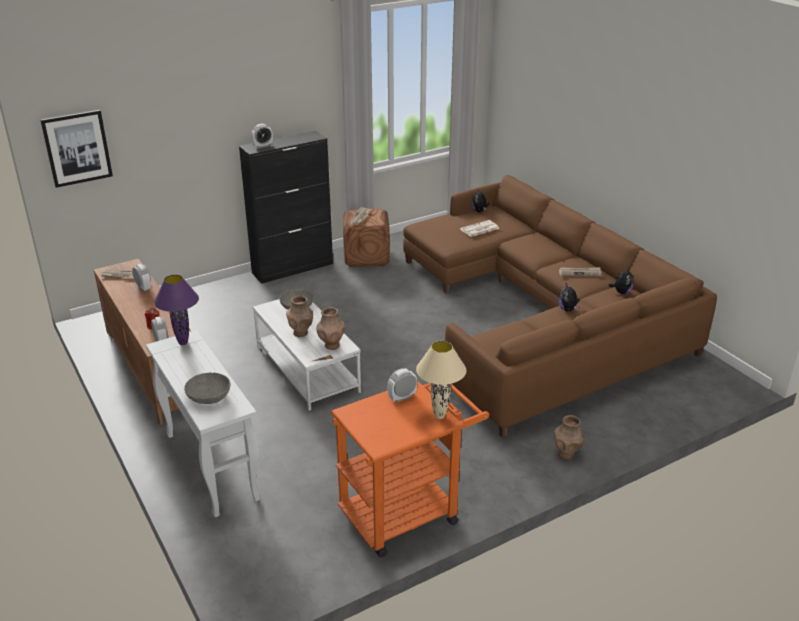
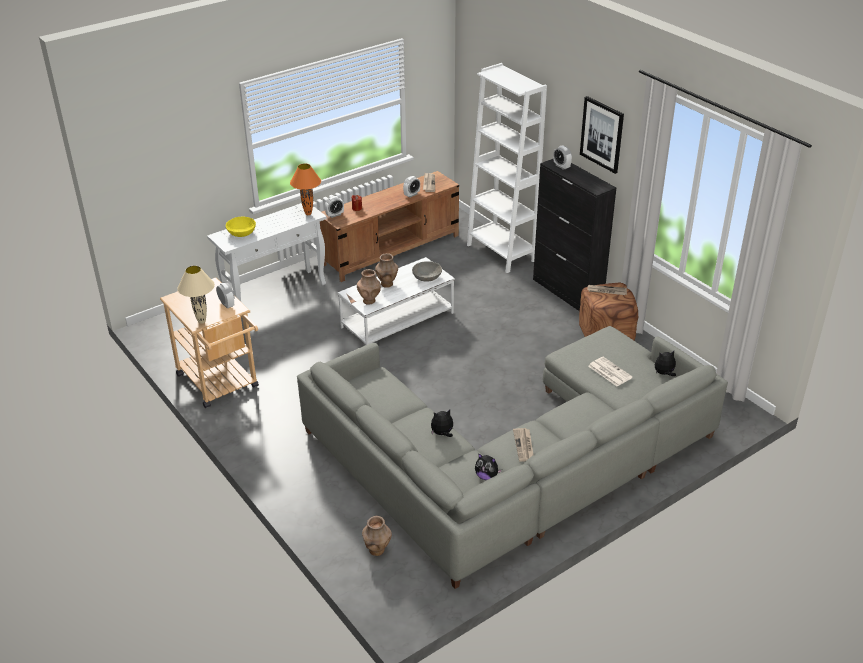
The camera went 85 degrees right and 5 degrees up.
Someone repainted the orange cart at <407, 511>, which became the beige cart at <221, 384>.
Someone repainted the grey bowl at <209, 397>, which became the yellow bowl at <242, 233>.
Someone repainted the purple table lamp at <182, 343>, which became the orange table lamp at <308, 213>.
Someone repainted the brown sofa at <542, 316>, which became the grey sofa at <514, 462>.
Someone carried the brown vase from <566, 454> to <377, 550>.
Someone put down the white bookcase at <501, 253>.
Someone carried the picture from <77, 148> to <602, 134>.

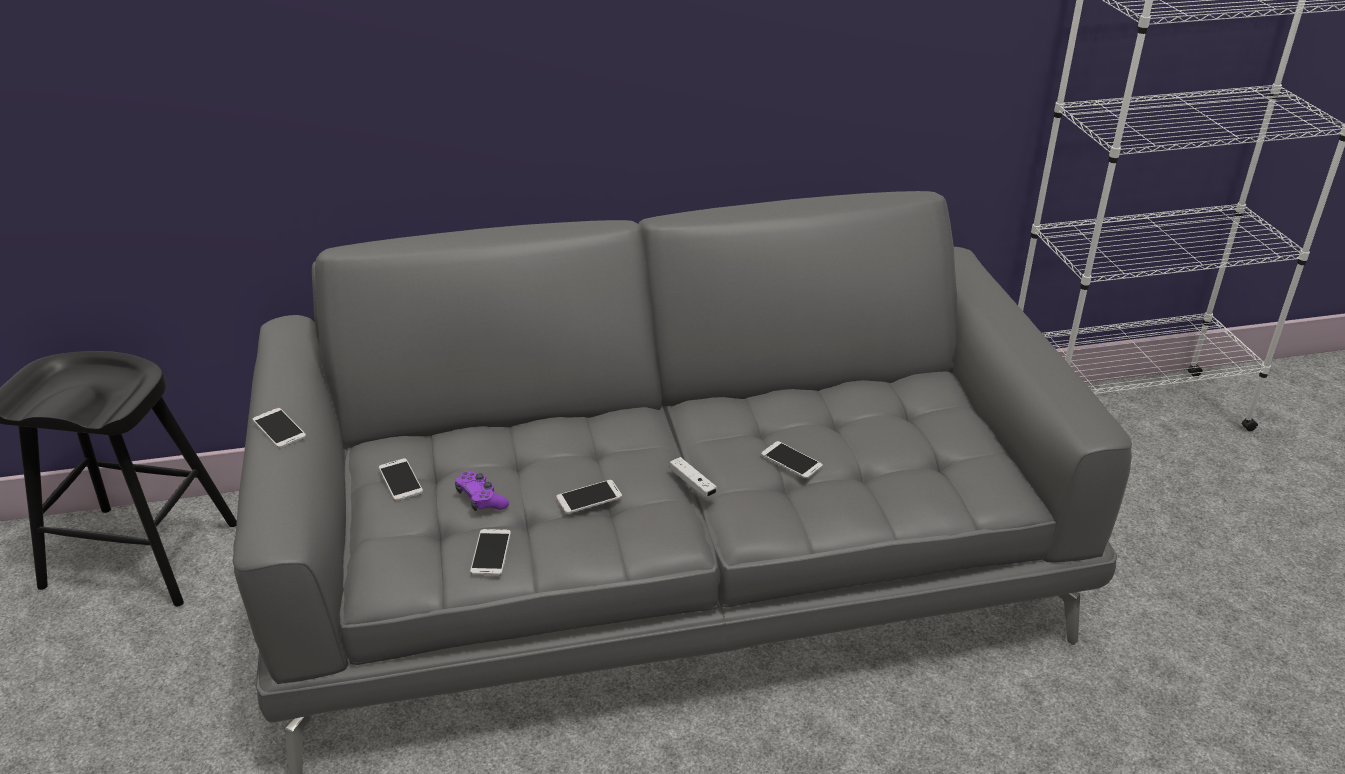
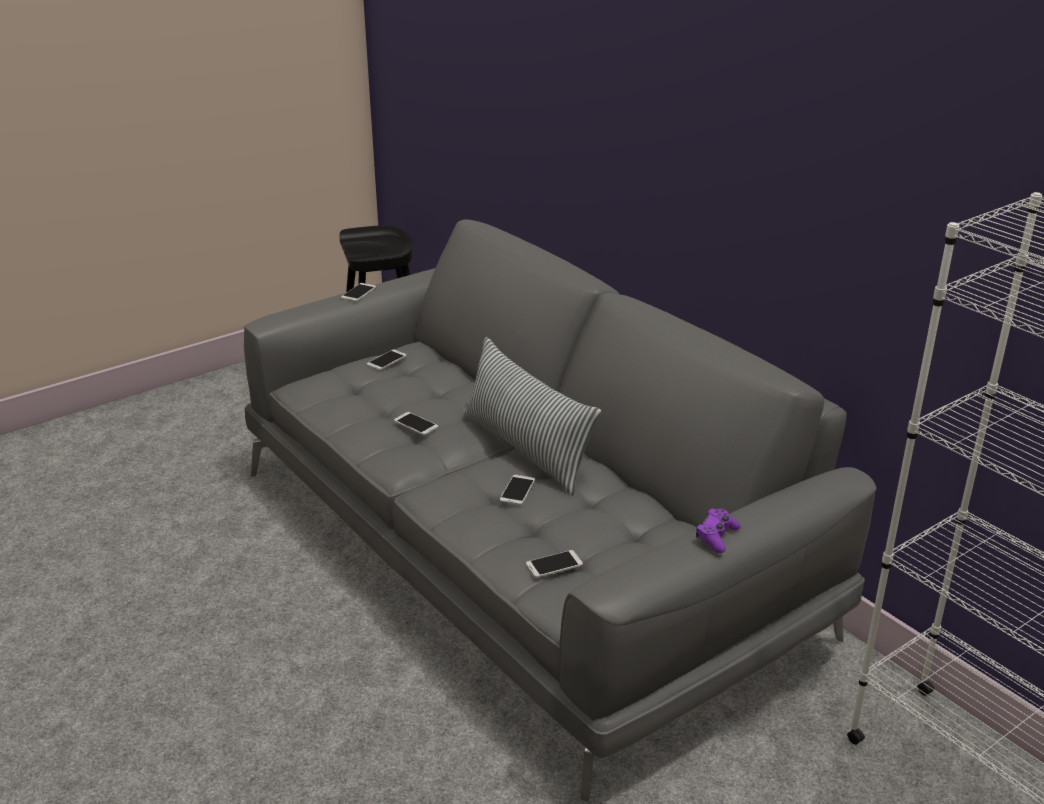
The camera went 65 degrees right and 5 degrees down.
Someone put down the pillow at <526, 449>.
Someone carried the phone from <491, 552> to <554, 564>.
Someone carried the purple game controller from <481, 499> to <716, 537>.
Someone took away the white game controller at <692, 483>.

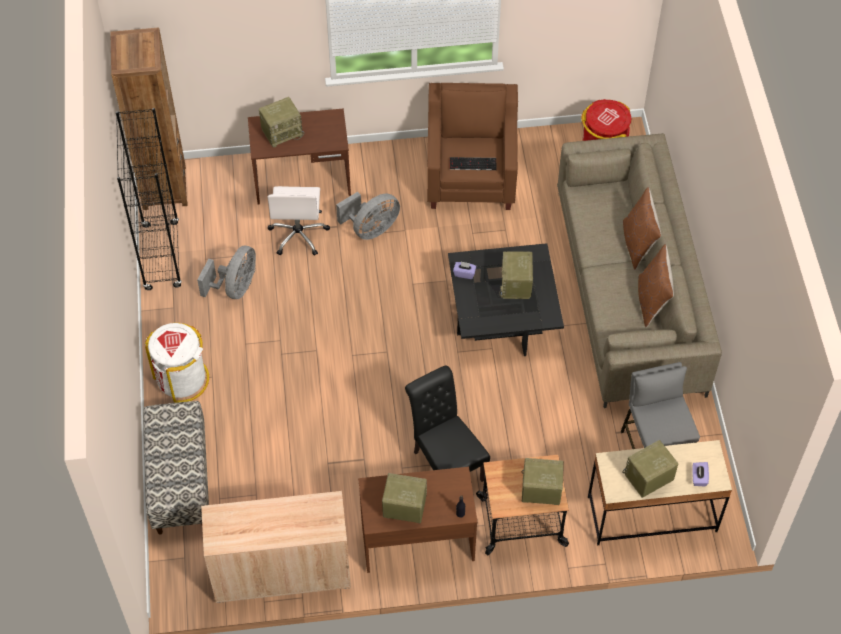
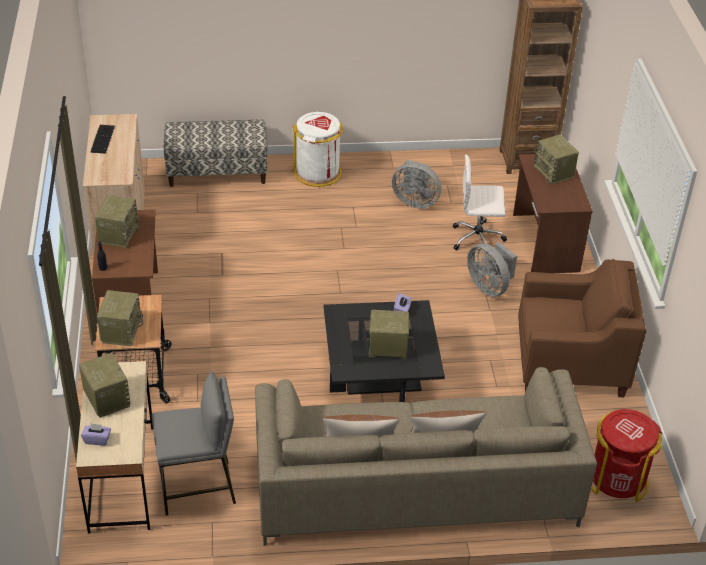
The camera went 90 degrees right and 15 degrees down.
Someone carried the keyboard from <472, 164> to <102, 139>.
Someone took away the black bookcase at <161, 256>.
Someone took away the black chair at <445, 462>.

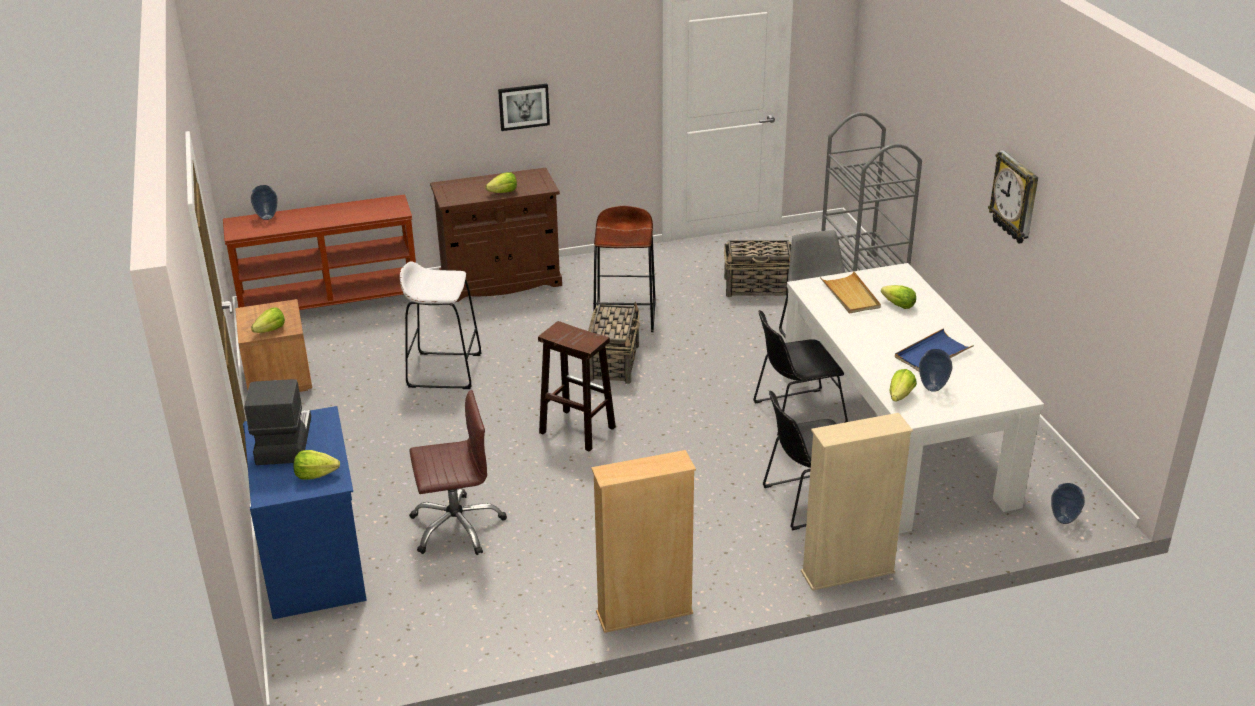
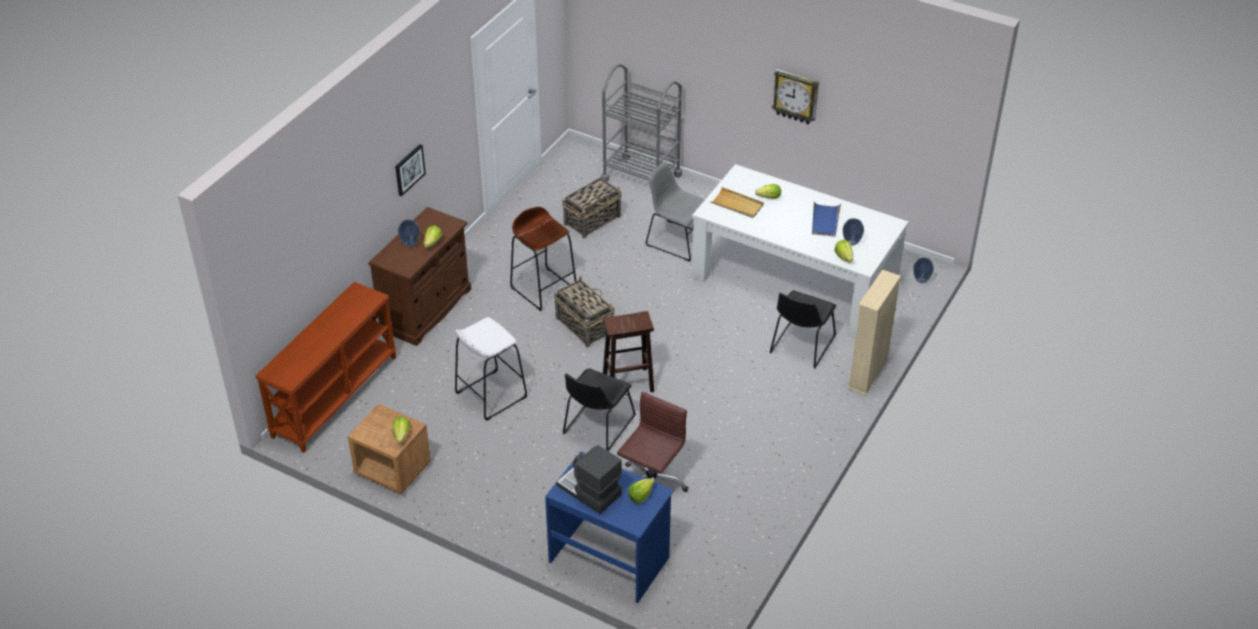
The camera went 45 degrees left and 10 degrees up.
Someone carried the vase from <267, 217> to <409, 244>.
Someone carried the black chair from <795, 414> to <597, 427>.
Someone took away the beige bookcase at <644, 613>.

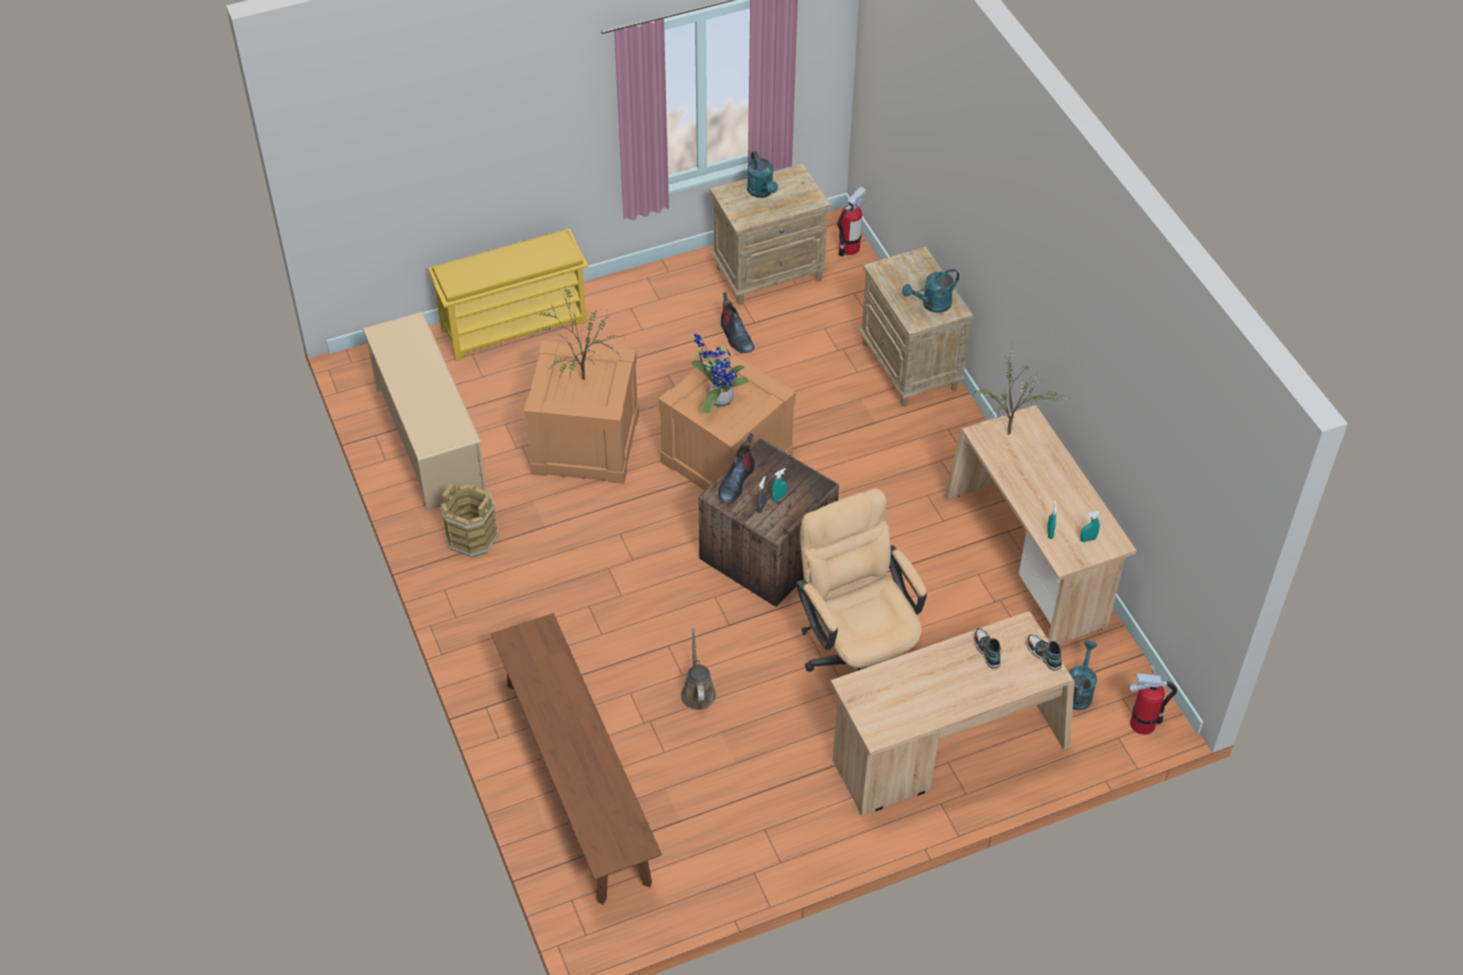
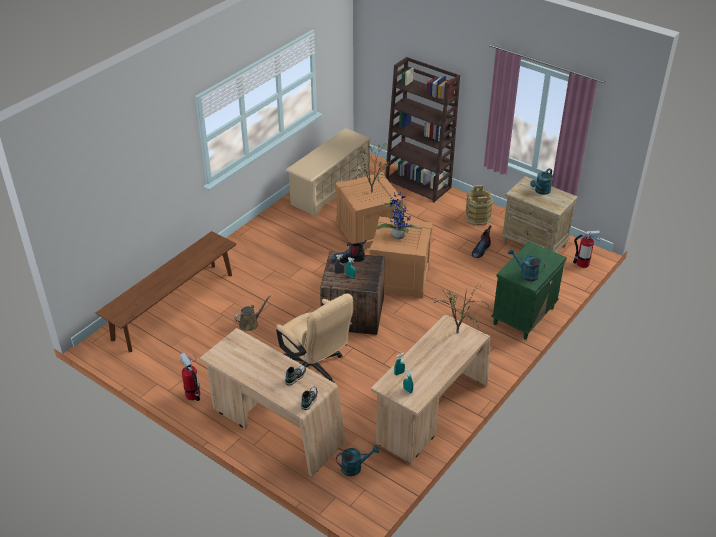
The camera went 60 degrees right and 10 degrees down.
Someone carried the fire extinguisher from <1143, 723> to <193, 394>.
Someone rotated the beige office chair at <857, 654> by 105 degrees clockwise.
Someone swapped the yellow shoe rack at <515, 325> for the brown bookcase at <418, 184>.
Someone carried the brown bucket from <472, 537> to <478, 218>.
Someone repainted the beige nightstand at <910, 367>, which became the green nightstand at <523, 316>.

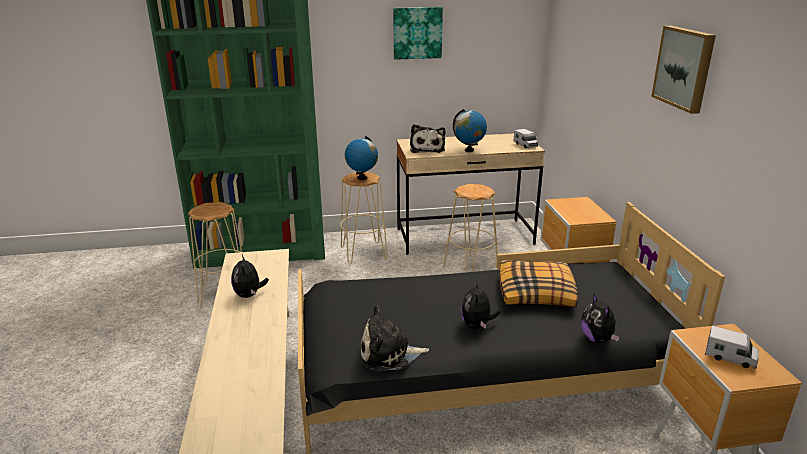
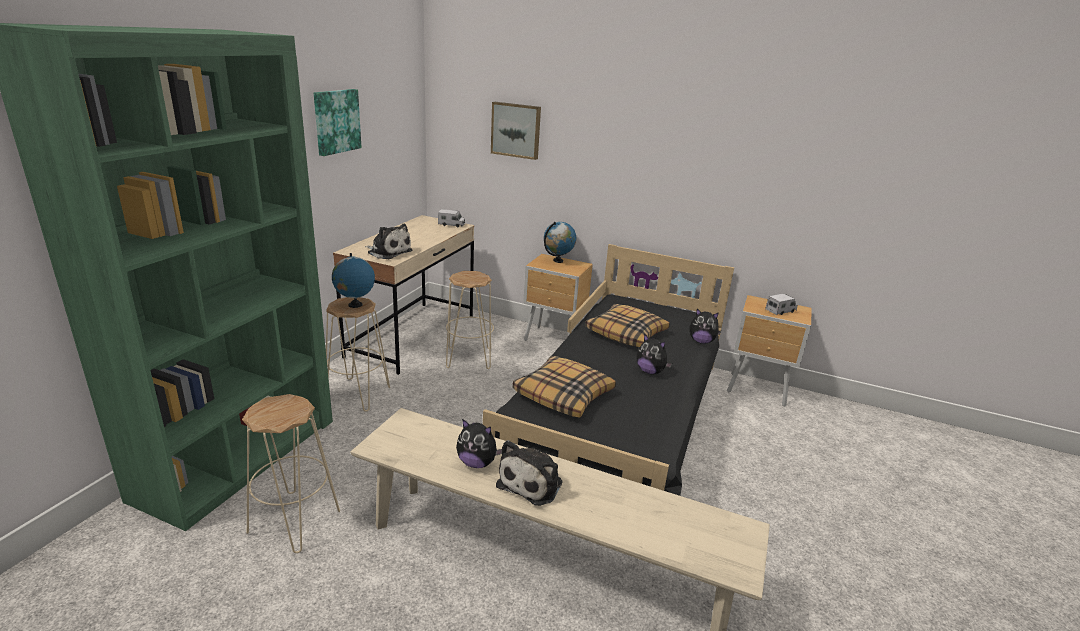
The camera went 60 degrees left and 0 degrees up.
Someone carried the picture from <685, 68> to <516, 130>.
Someone carried the plush toy from <389, 354> to <532, 482>.
Someone put down the pillow at <564, 395>.
Someone carried the globe from <469, 150> to <558, 261>.

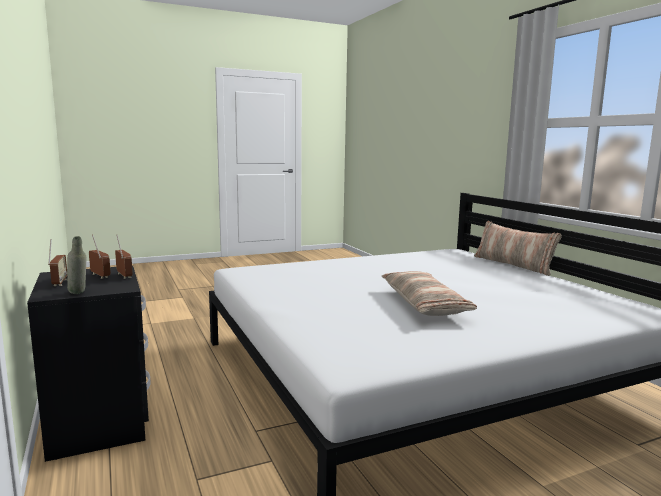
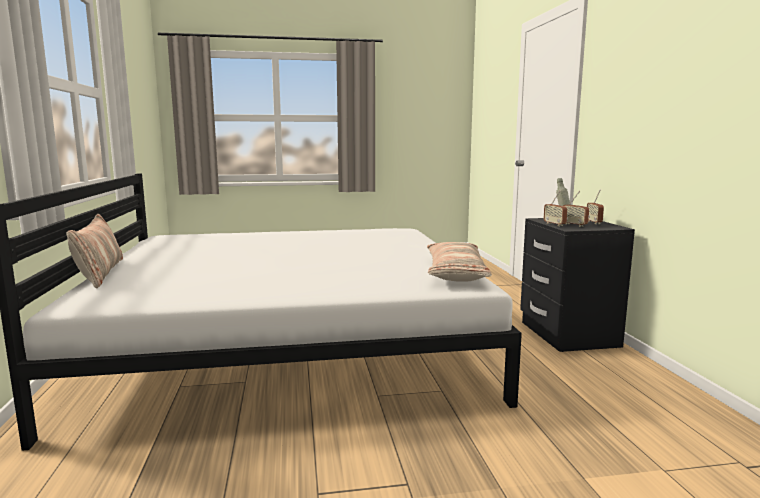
The camera went 165 degrees left and 0 degrees up.
Someone carried the pillow from <424, 304> to <455, 273>.

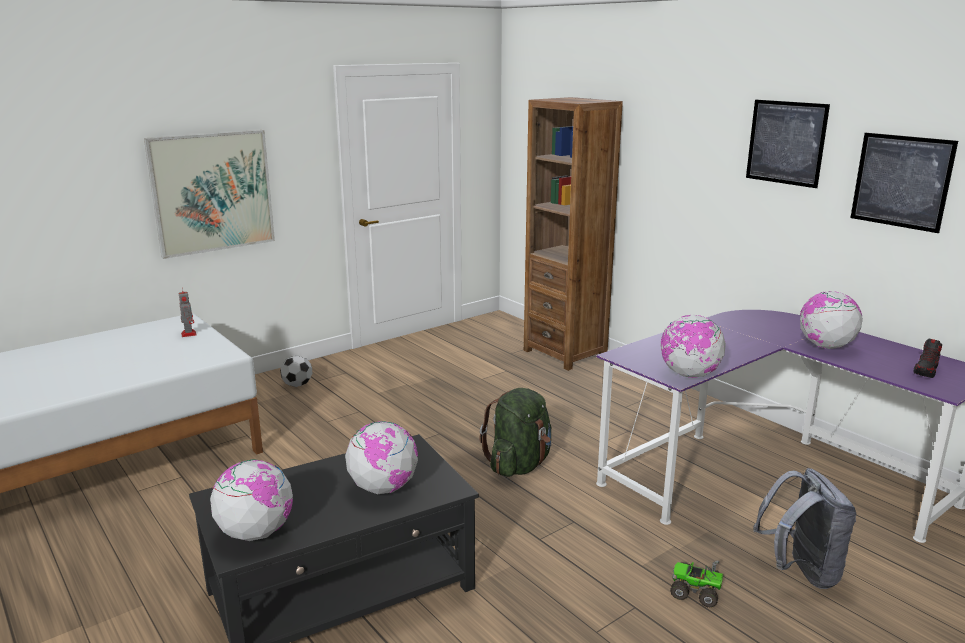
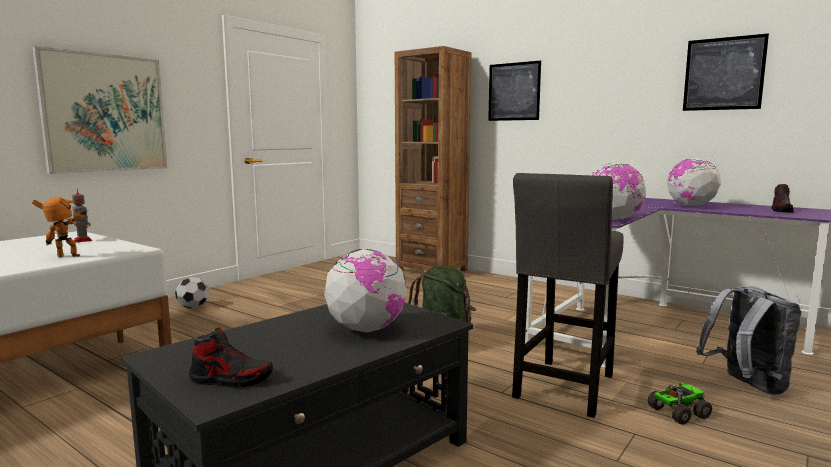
The camera went 15 degrees left and 10 degrees down.
Someone put down the toy robot at <67, 257>.
Someone swapped the globe at <255, 533> for the shoe at <231, 379>.
Someone carried the picture from <786, 142> to <514, 91>.
Someone put down the grey stool at <563, 389>.
Someone rotated the toy truck at <696, 592> by 150 degrees clockwise.

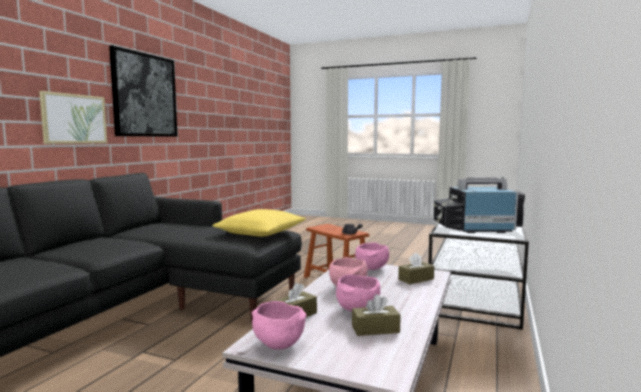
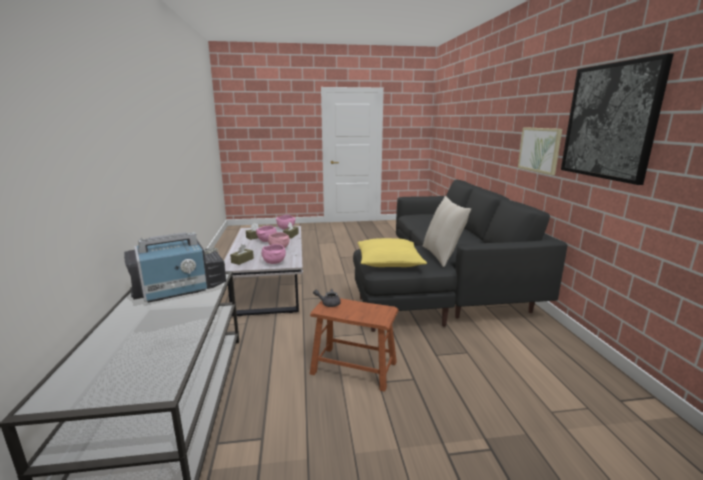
The camera went 150 degrees right and 10 degrees up.
Someone put down the beige pillow at <442, 256>.

